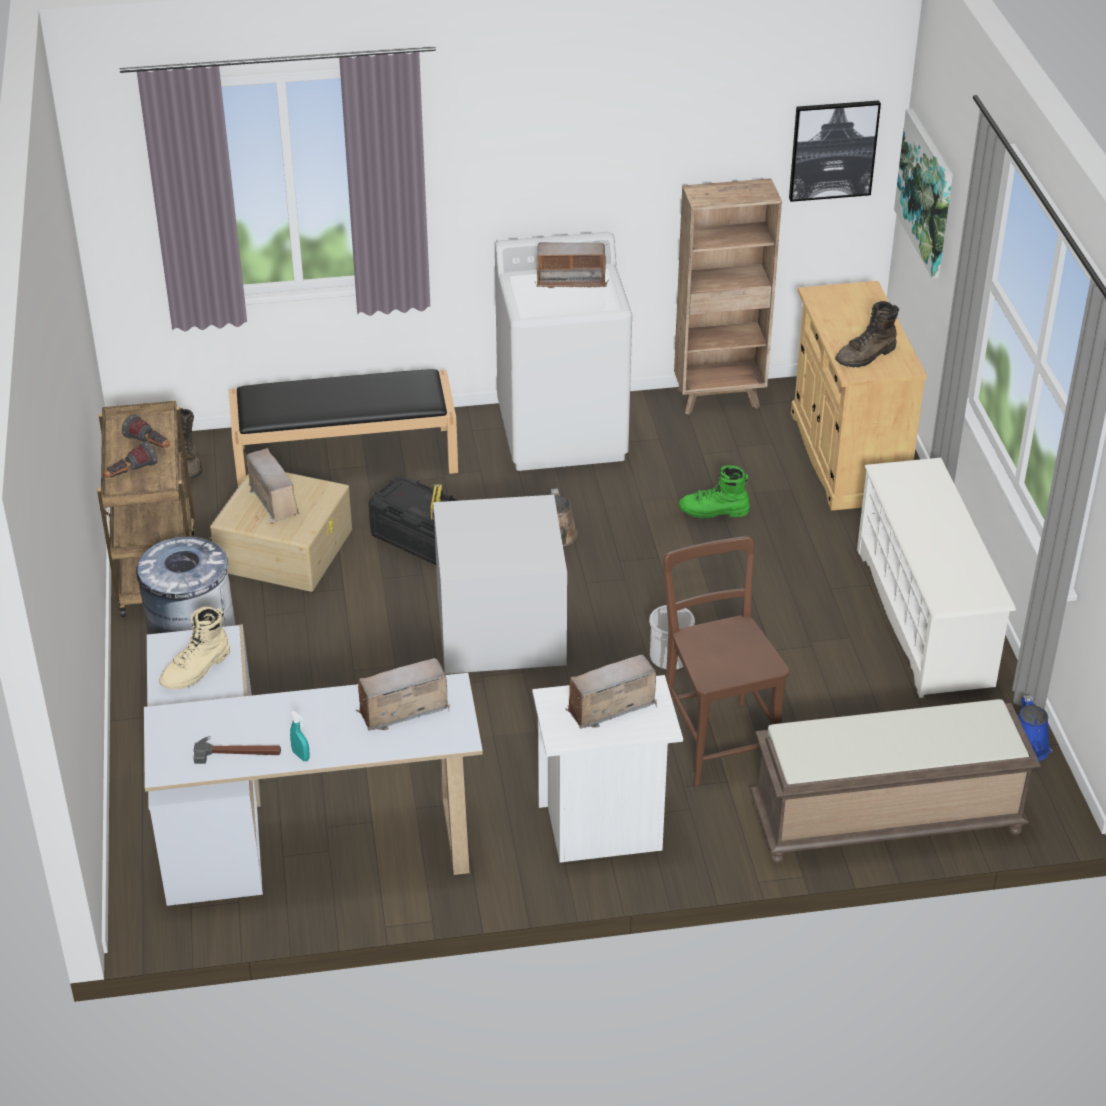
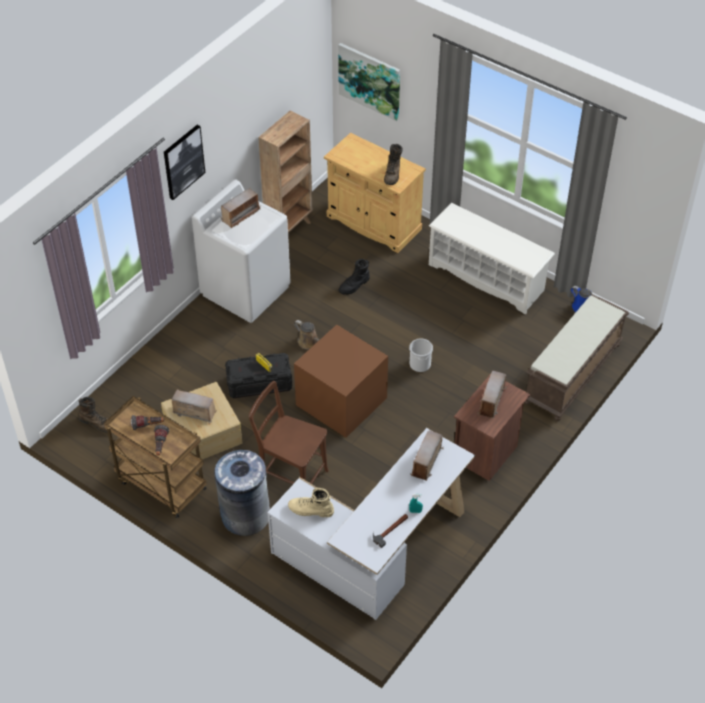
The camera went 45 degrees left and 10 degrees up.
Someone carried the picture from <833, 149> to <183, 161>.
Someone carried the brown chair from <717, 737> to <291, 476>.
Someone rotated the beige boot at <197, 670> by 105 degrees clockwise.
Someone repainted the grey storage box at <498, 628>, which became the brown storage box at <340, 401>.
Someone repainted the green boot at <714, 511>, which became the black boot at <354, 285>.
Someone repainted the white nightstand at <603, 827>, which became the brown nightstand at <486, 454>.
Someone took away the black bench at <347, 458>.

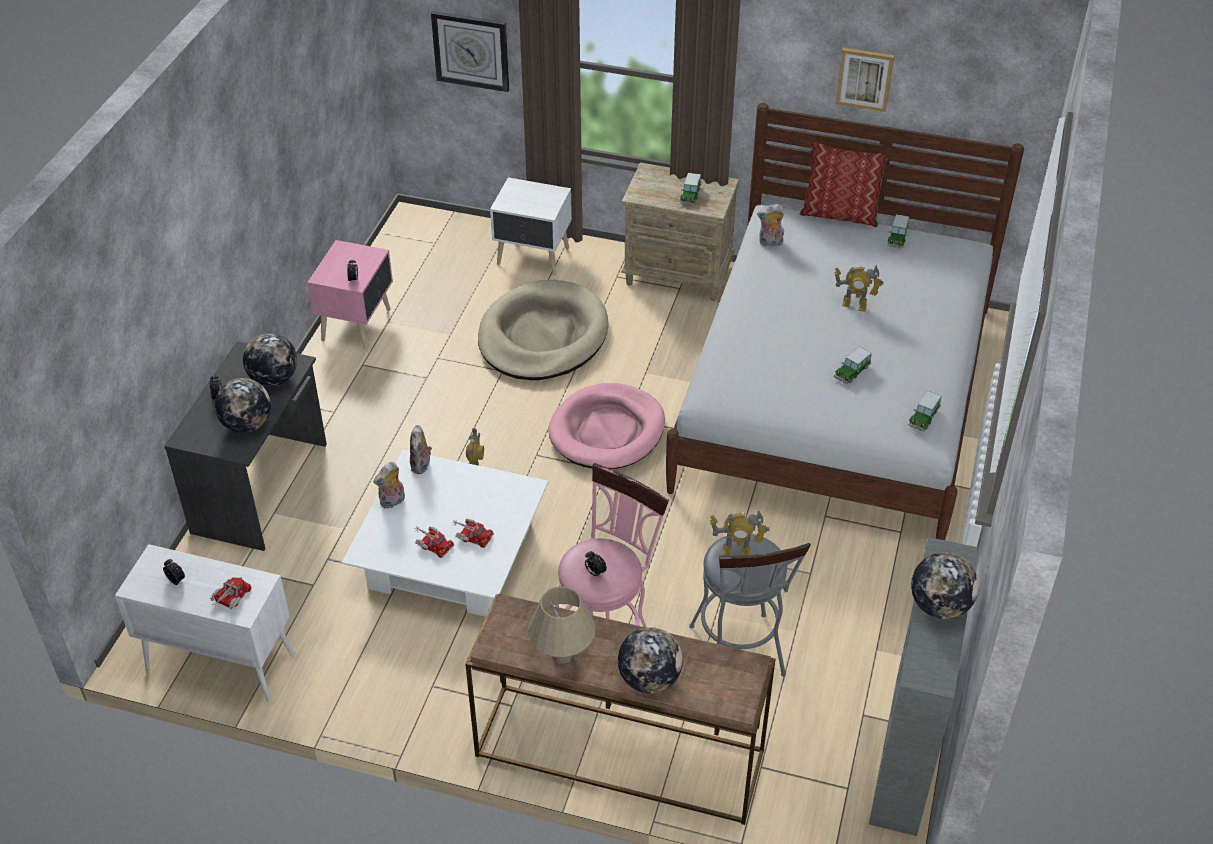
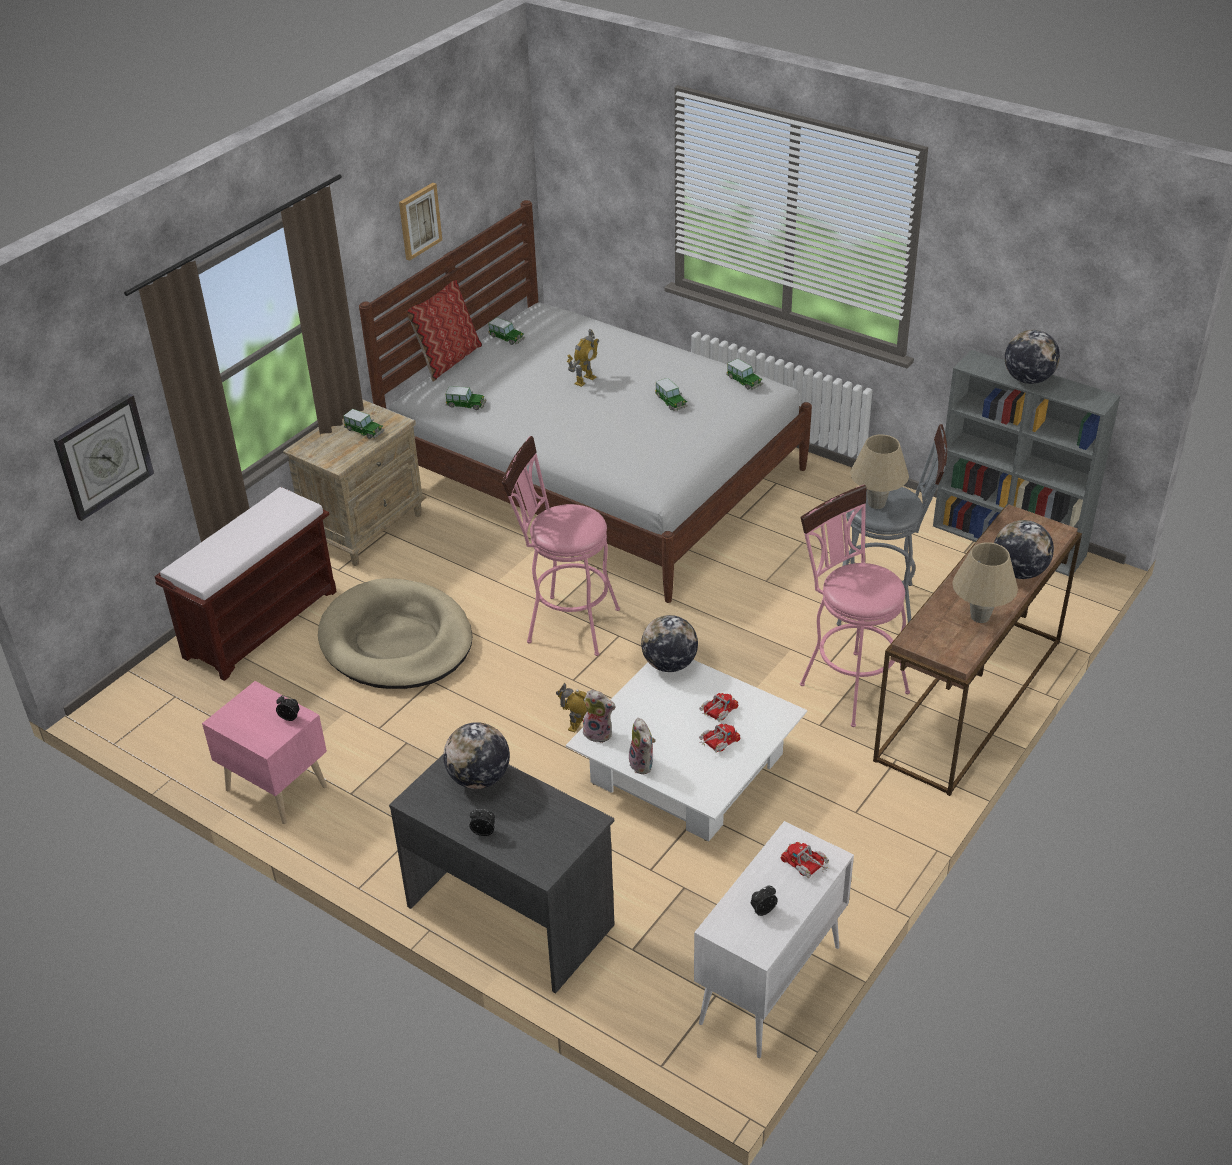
The camera went 70 degrees left and 5 degrees down.
Someone swapped the white nightstand at <533, 257> for the brown bench at <262, 623>.
Someone swapped the plush toy at <770, 243> for the toy car at <466, 405>.
Someone swapped the pink dog bed at <607, 431> for the pink stool at <565, 624>.
Someone carried the globe from <247, 425> to <669, 664>.
Someone swapped the toy robot at <736, 553> for the beige table lamp at <876, 504>.
Someone took away the alarm clock at <595, 572>.

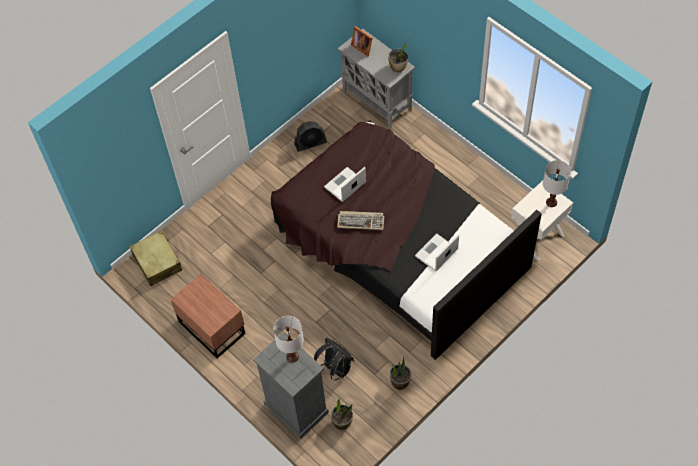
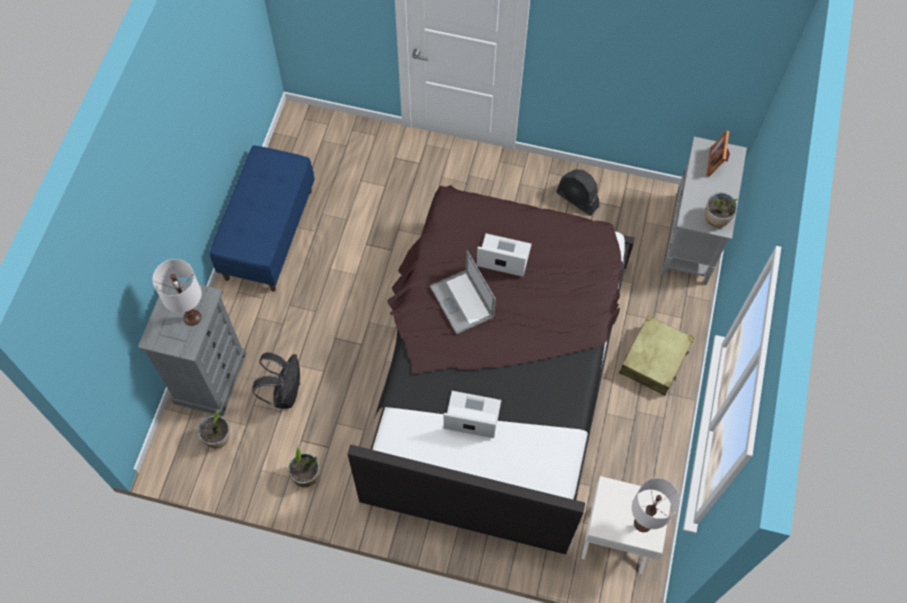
The camera went 55 degrees right and 5 degrees up.
Someone swapped the brown nightstand at <212, 326> for the blue bench at <268, 233>.
Someone swapped the keyboard at <361, 221> for the laptop at <462, 301>.
Someone carried the beige suitcase from <157, 262> to <654, 360>.

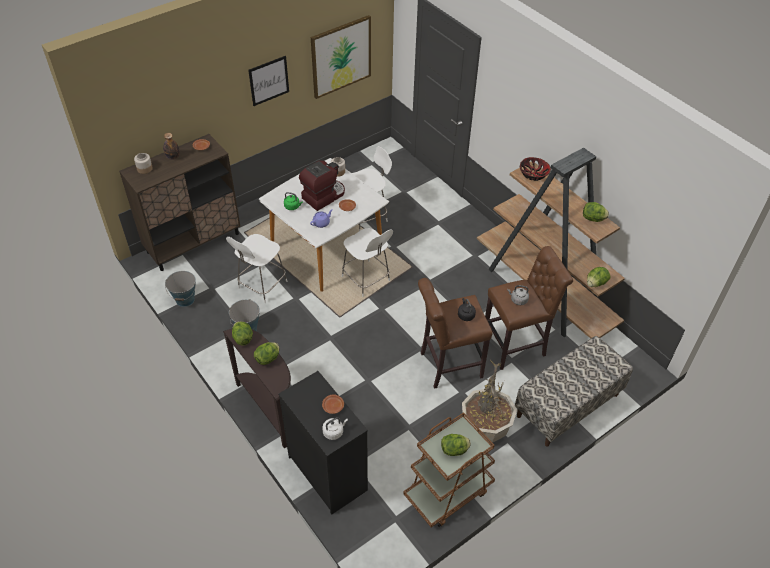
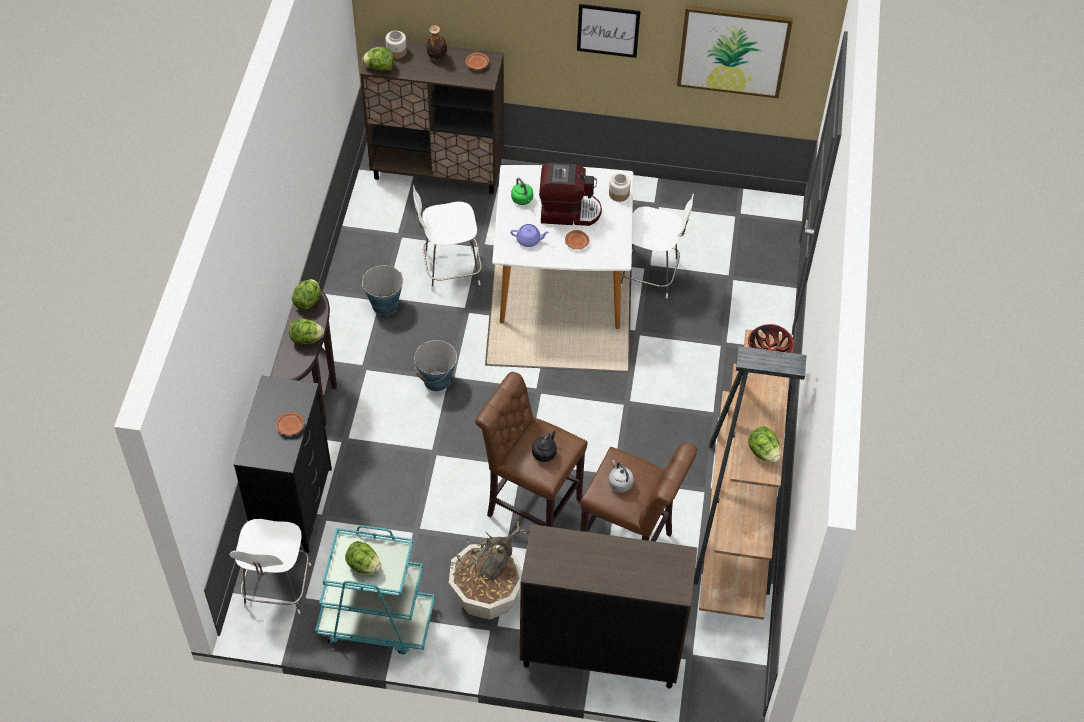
The camera went 45 degrees right and 5 degrees up.
Someone carried the white chair from <366, 279> to <277, 588>.
Someone repainted the brown cart at <448, 492>, which became the turquoise cart at <376, 621>.
Someone carried the lettuce from <595, 283> to <379, 67>.
Someone carried the bucket from <185, 299> to <437, 380>.
Someone swapped the bench at <567, 405> for the brown cabinet at <600, 652>.
Someone took away the white kettle at <334, 432>.

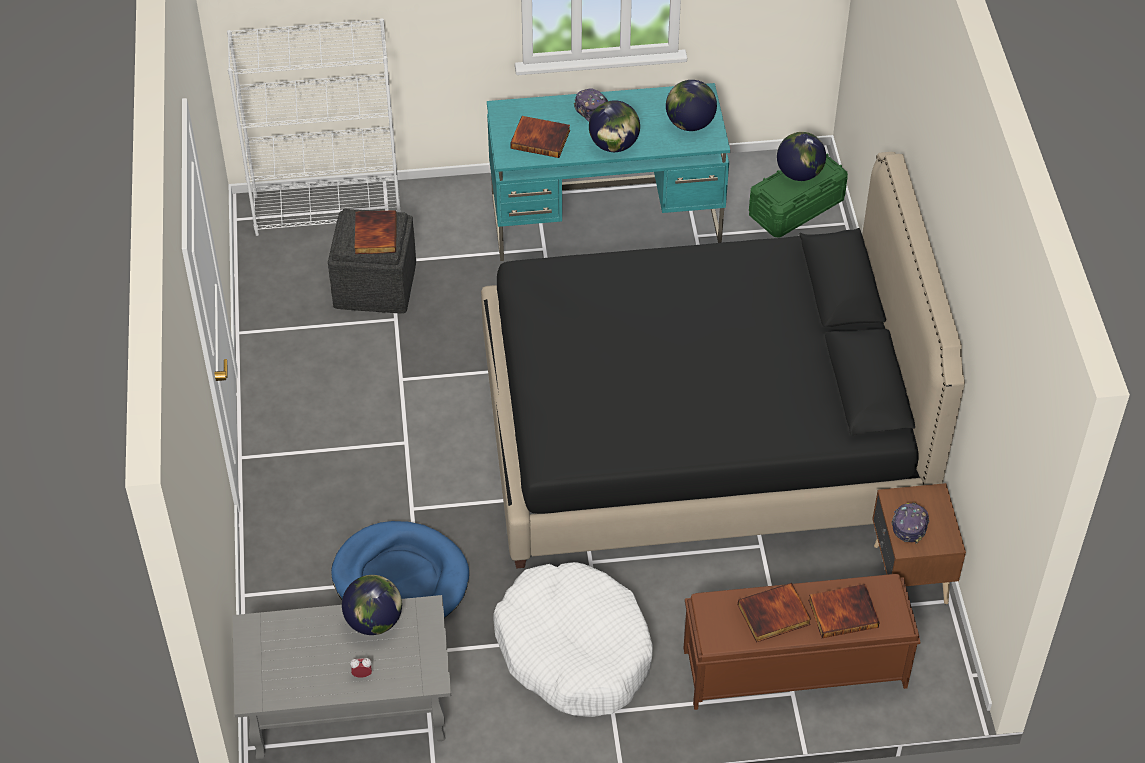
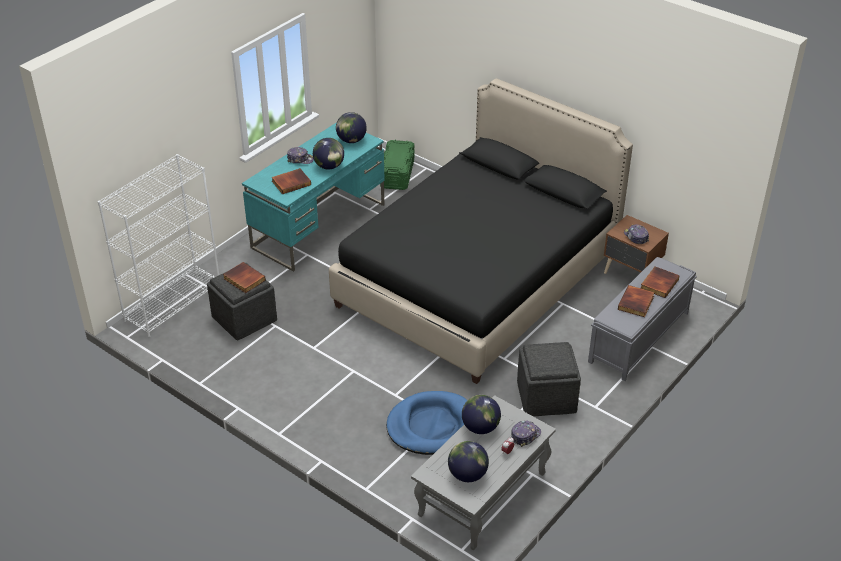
The camera went 45 degrees left and 10 degrees down.
Someone carried the globe from <799, 173> to <467, 474>.
Someone put down the cap at <525, 435>.
Someone swapped the white dog bed at <574, 650> for the grey ottoman at <546, 396>.
Someone repainted the brown bench at <792, 668>, which became the grey bench at <638, 338>.

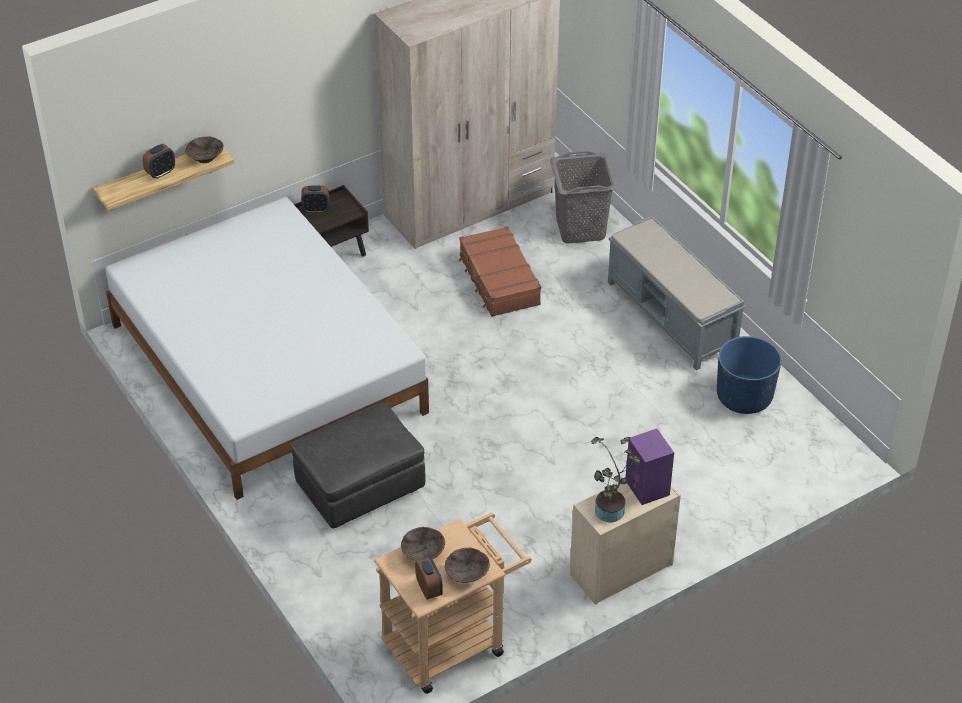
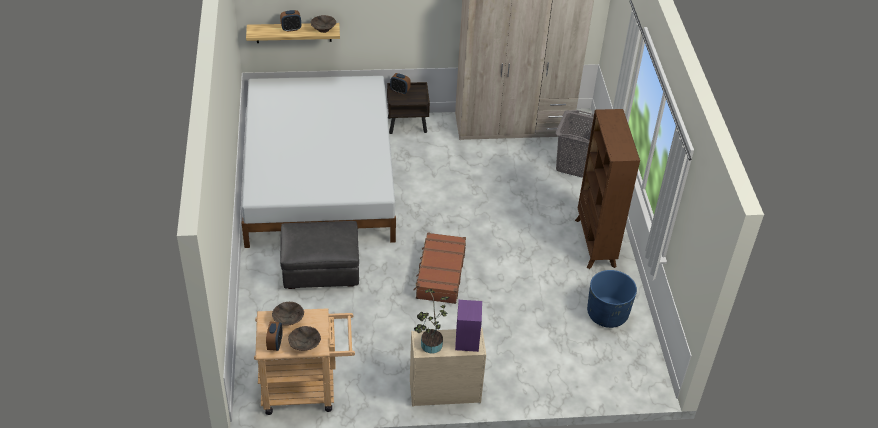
The camera went 25 degrees right and 0 degrees up.
Someone carried the brown suitcase from <498, 281> to <440, 274>.
Someone swapped the grey bench at <672, 317> for the brown bookcase at <595, 243>.

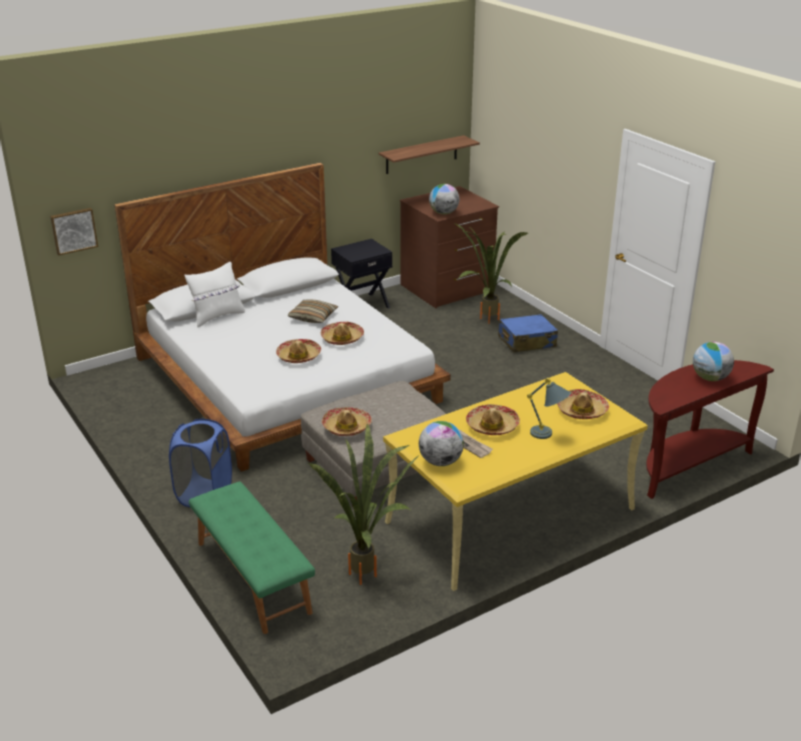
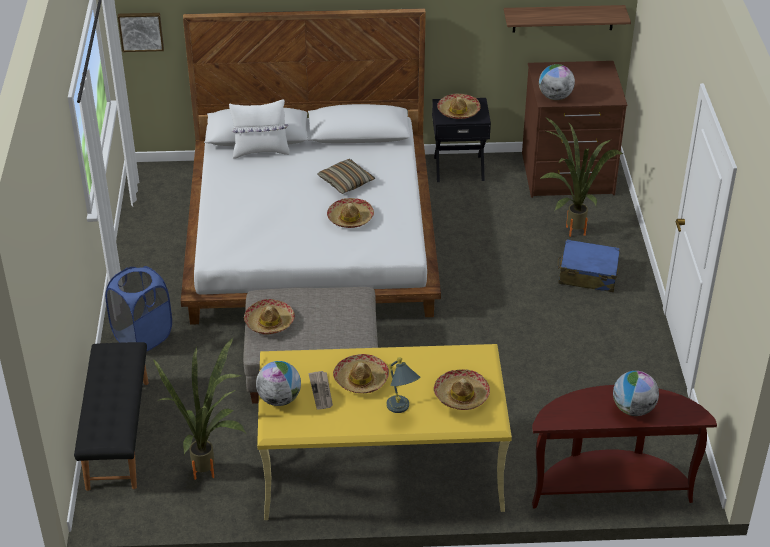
The camera went 30 degrees right and 10 degrees up.
Someone repainted the green bench at <252, 577>, which became the black bench at <117, 434>.
Someone carried the hat from <299, 356> to <458, 111>.

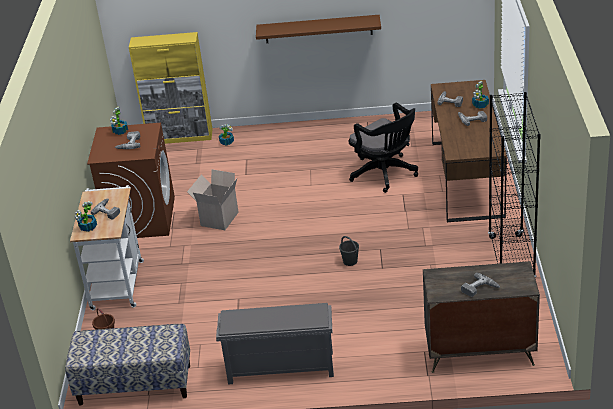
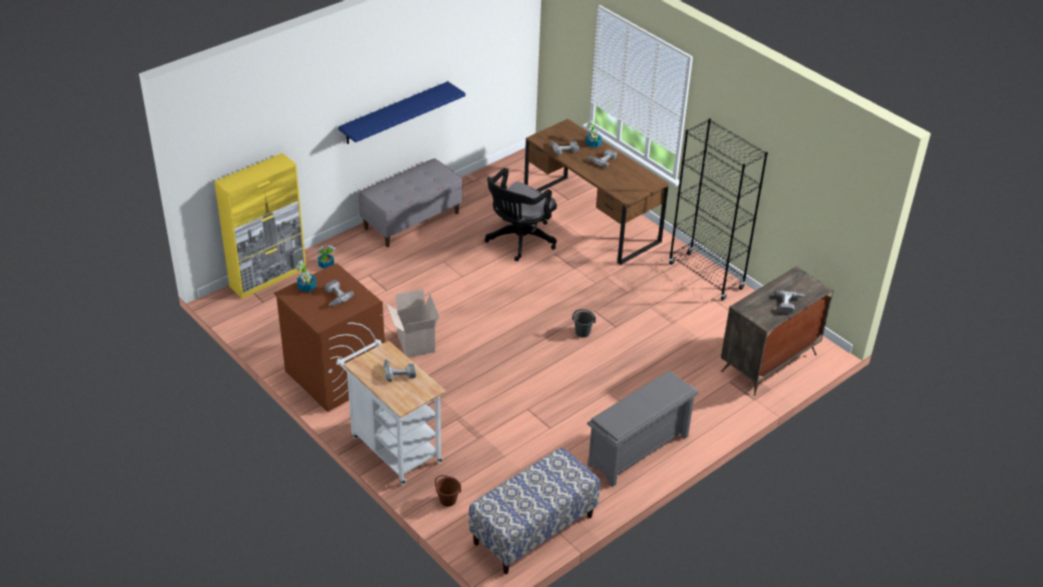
The camera went 45 degrees left and 5 degrees up.
Someone repainted the brown shelf at <318, 29>, which became the blue shelf at <394, 113>.
Someone put down the grey bench at <411, 220>.
Someone rotated the black office chair at <386, 174> by 120 degrees clockwise.
Someone took away the potted plant at <88, 227>.

